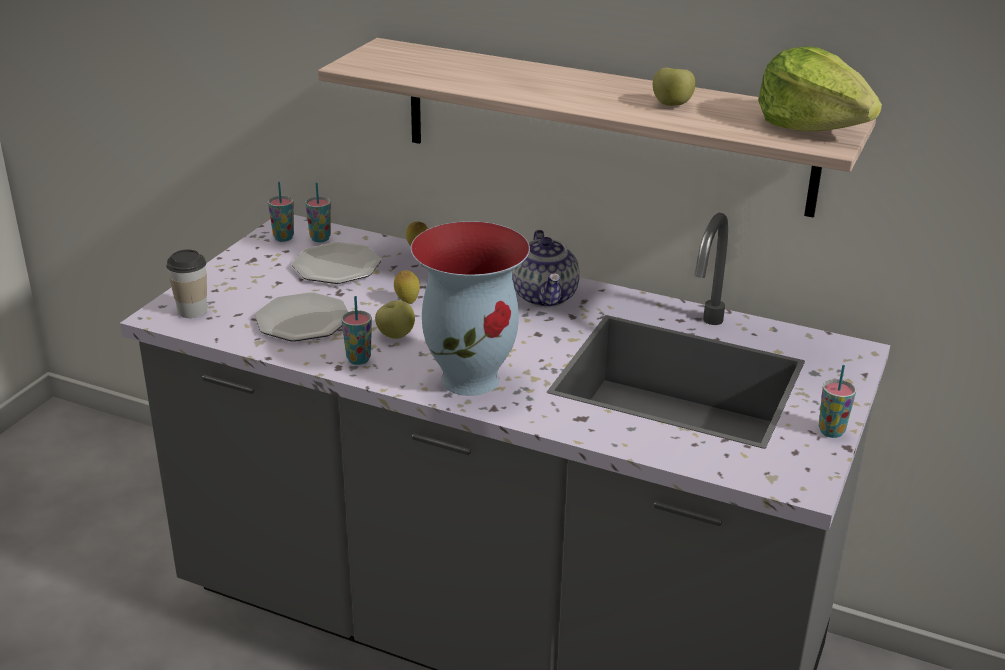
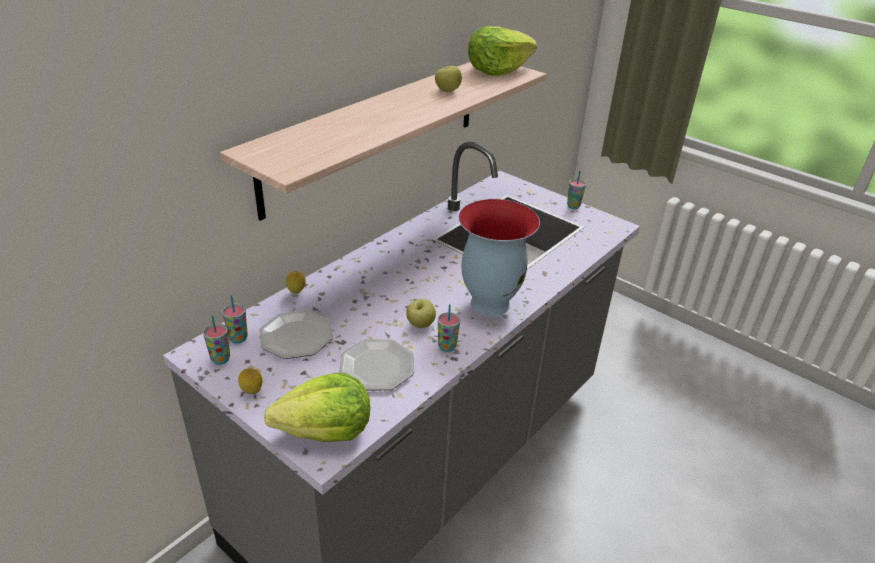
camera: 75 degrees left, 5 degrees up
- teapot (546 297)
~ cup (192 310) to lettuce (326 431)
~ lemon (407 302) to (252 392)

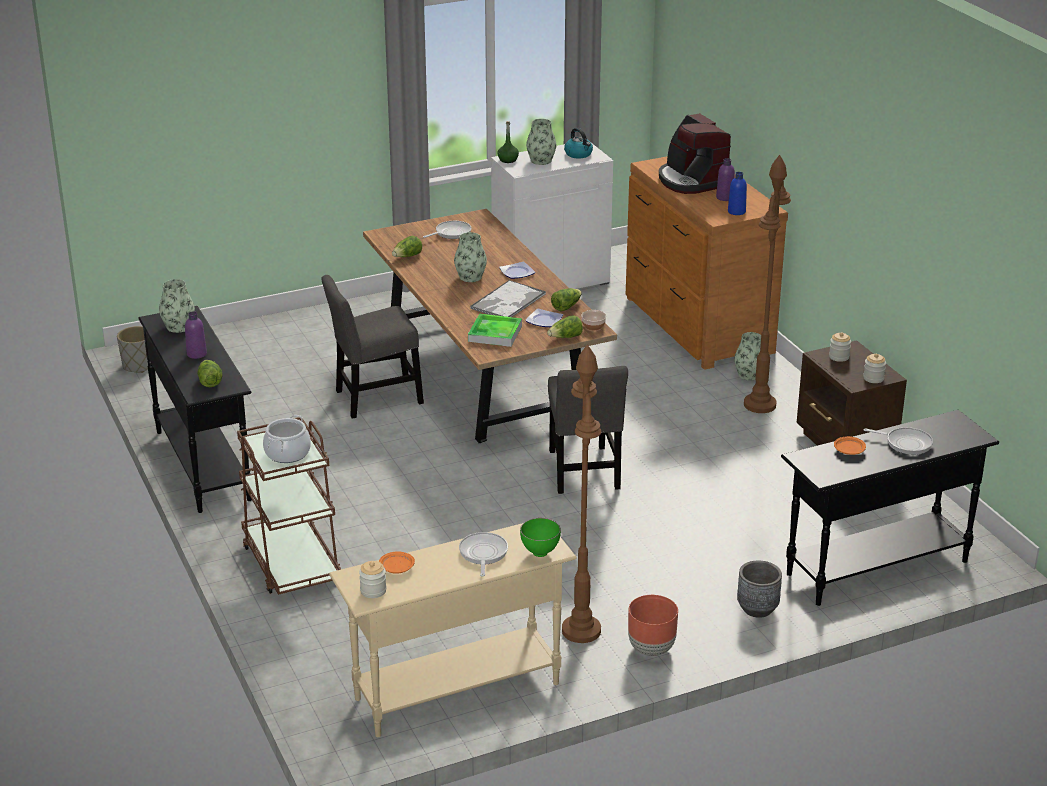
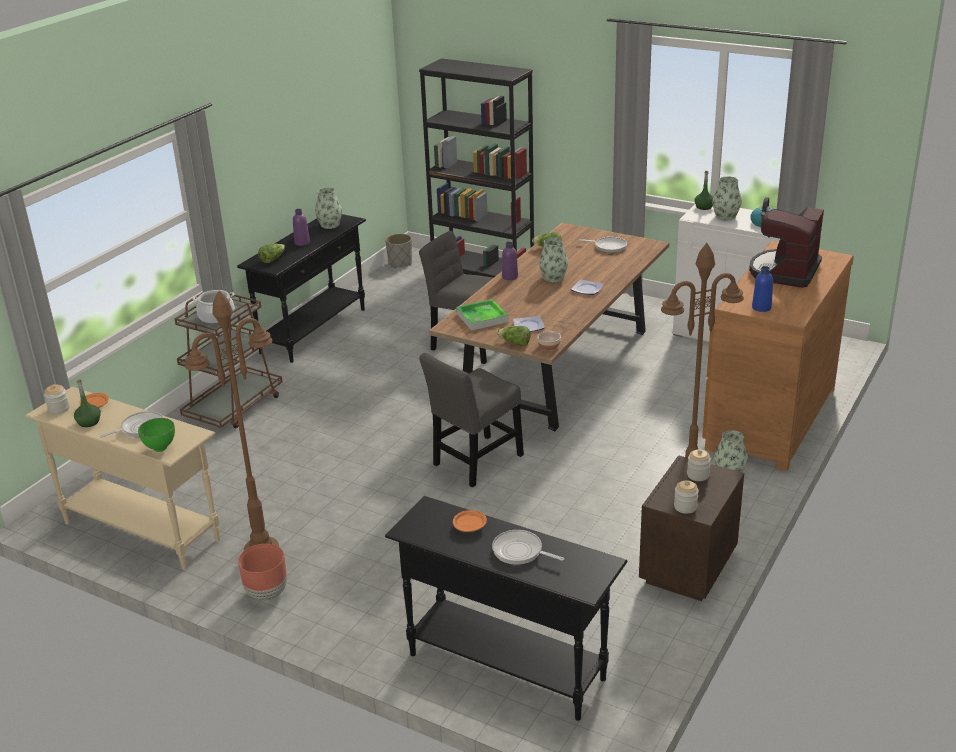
camera: 55 degrees right, 0 degrees up
~ bottle (purple) (725 197) to (510 277)
- tray (507 302)
- lettuce (566 306)
~ frying pan (906 443) = (520 552) 135 degrees clockwise
- planter (grey) (757 608)
+ bookcase (black) (483 273)
+ bottle (green) (89 422)

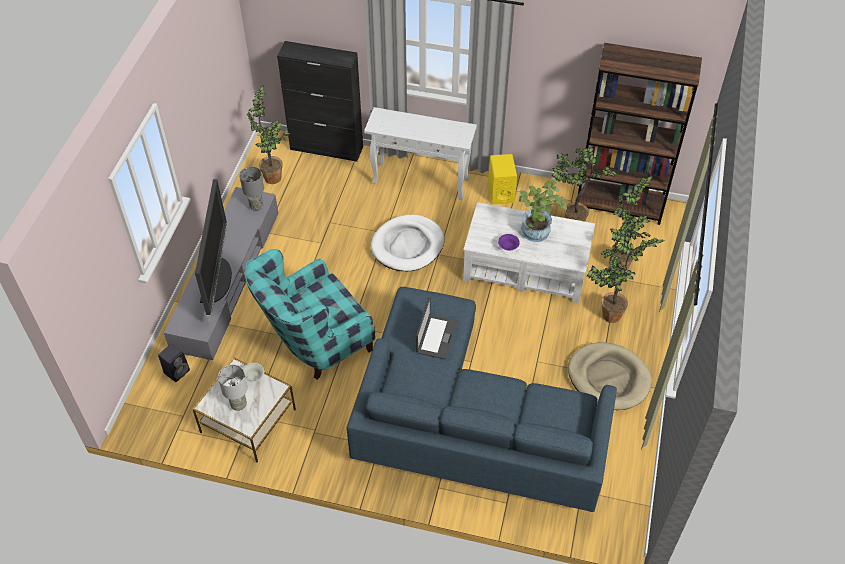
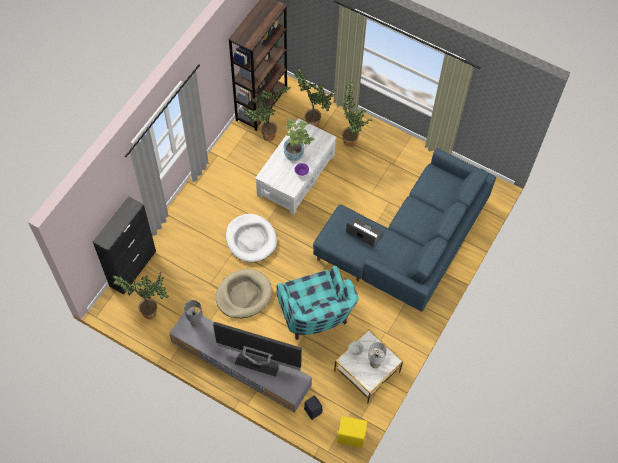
camera: 75 degrees left, 10 degrees up
- console table (white) (421 181)
~ speaker (yellow) (501 192) to (351 436)
~ dog bed (beige) (608 378) to (243 295)

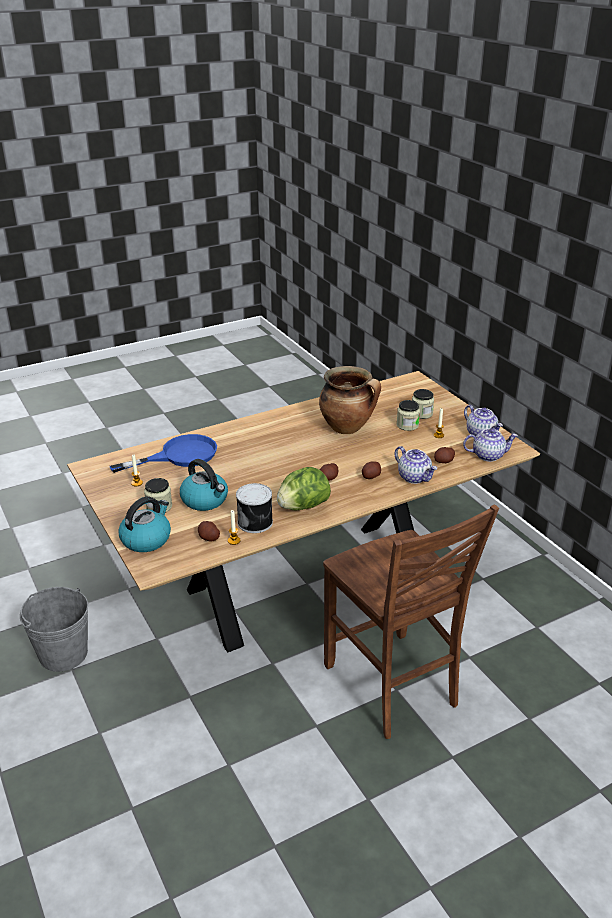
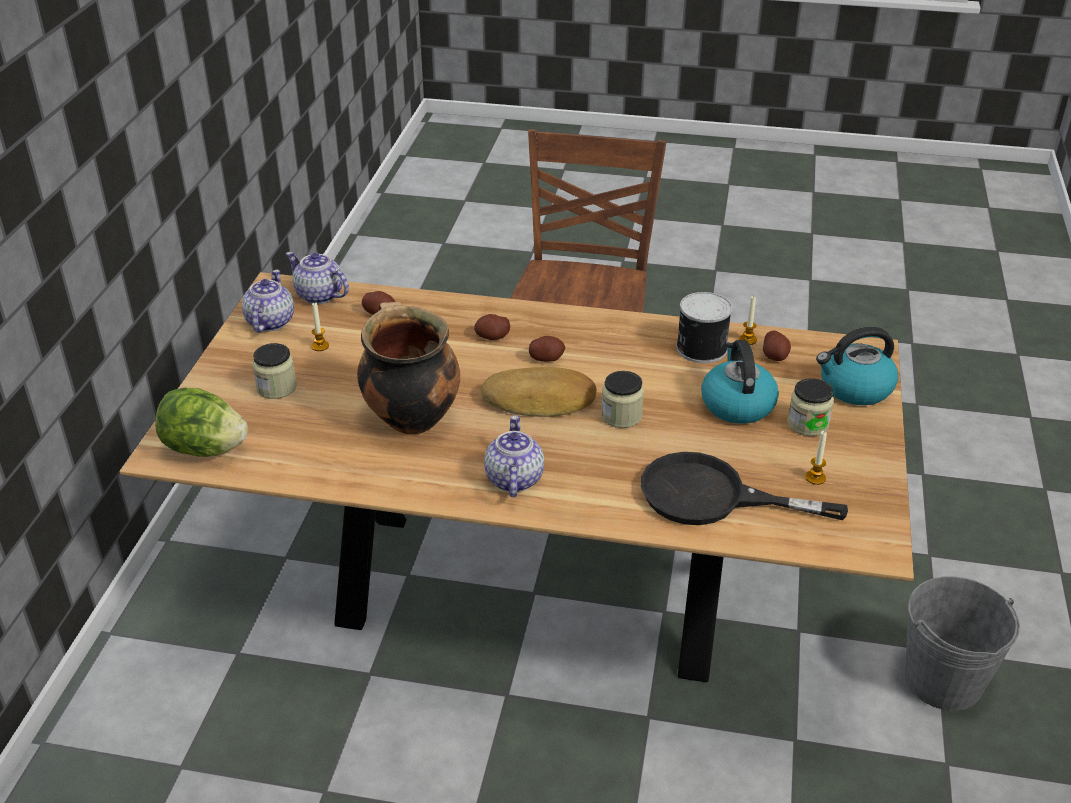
camera: 140 degrees left, 5 degrees up
~ jar (407 425) to (621 416)
~ frying pan (blue) (179 455) to frying pan (black) (712 497)
~ teapot (414 477) to (513 479)
~ lettuce (303 506) to (205 449)
+ bread (540 400)

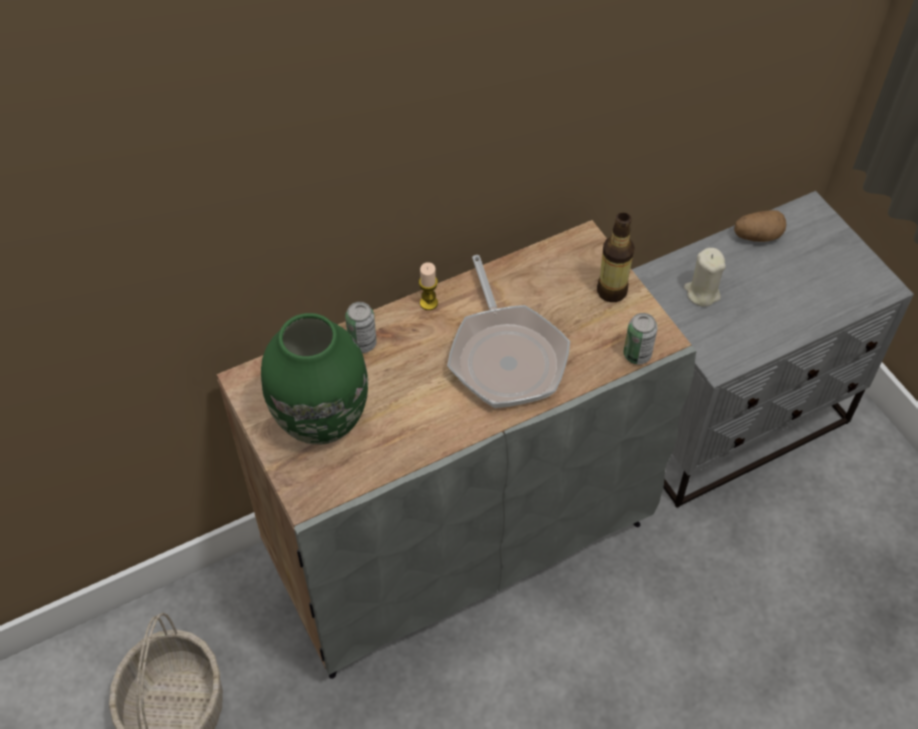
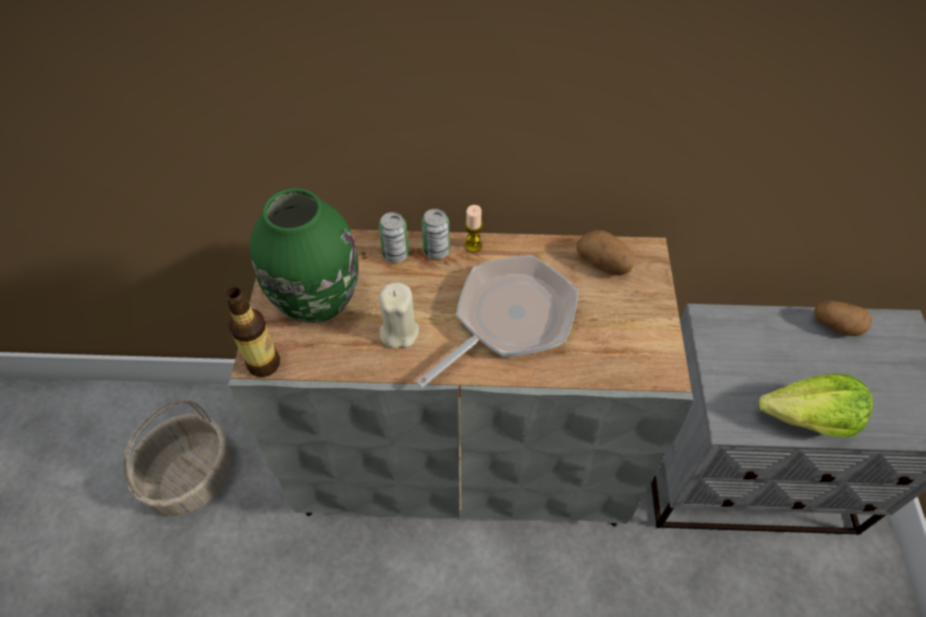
camera: 30 degrees right, 0 degrees up
~ bottle (611 291) to (264 363)
~ candle (beige) (702 293) to (399 332)
~ frying pan (506 355) = (508 320) 150 degrees counterclockwise
~ can (637 354) to (436 251)
+ potato (604 263)
+ lettuce (808 419)

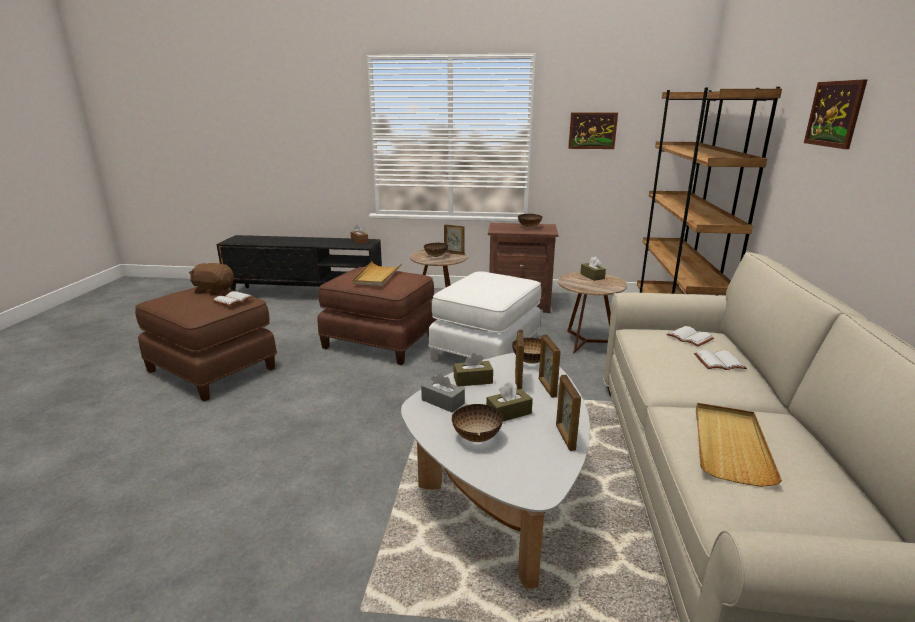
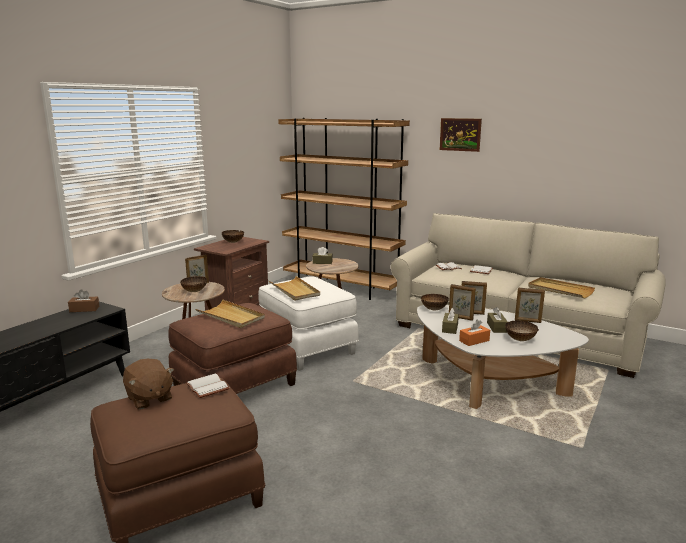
camera: 65 degrees left, 5 degrees down
- picture (592 130)
~ plush toy (brown) (214 290) = (149 399) 75 degrees counterclockwise
~ tissue box (grey) (443 402) to tissue box (orange) (474 341)
+ tray (beige) (294 290)

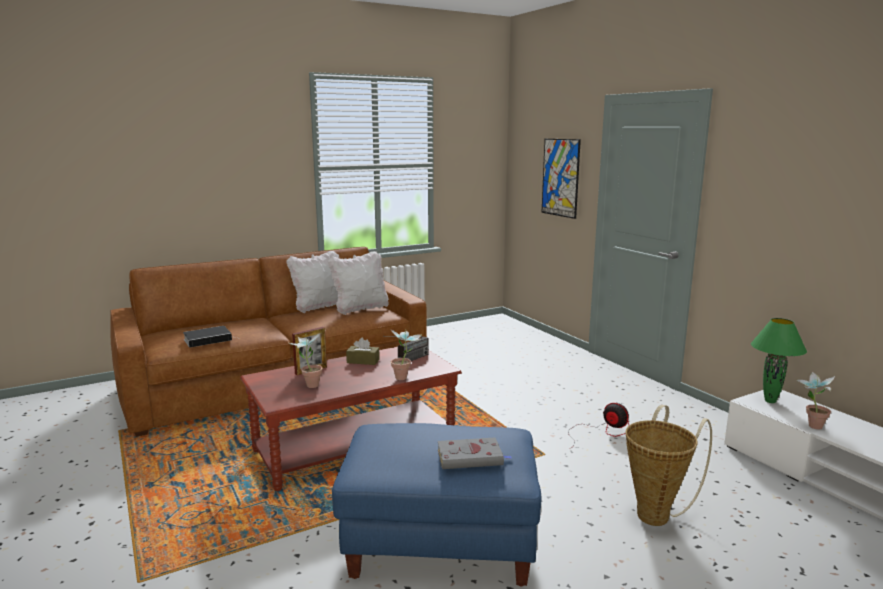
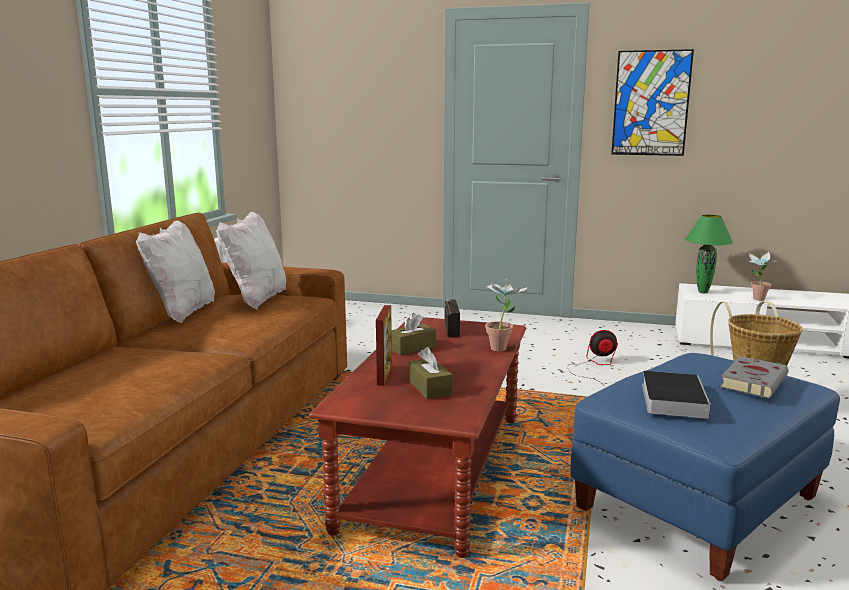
camera: 45 degrees left, 0 degrees up
~ picture (560 177) to (651 103)
~ book (209 339) to (672 398)
~ potted plant (309 384) to tissue box (brown) (430 388)

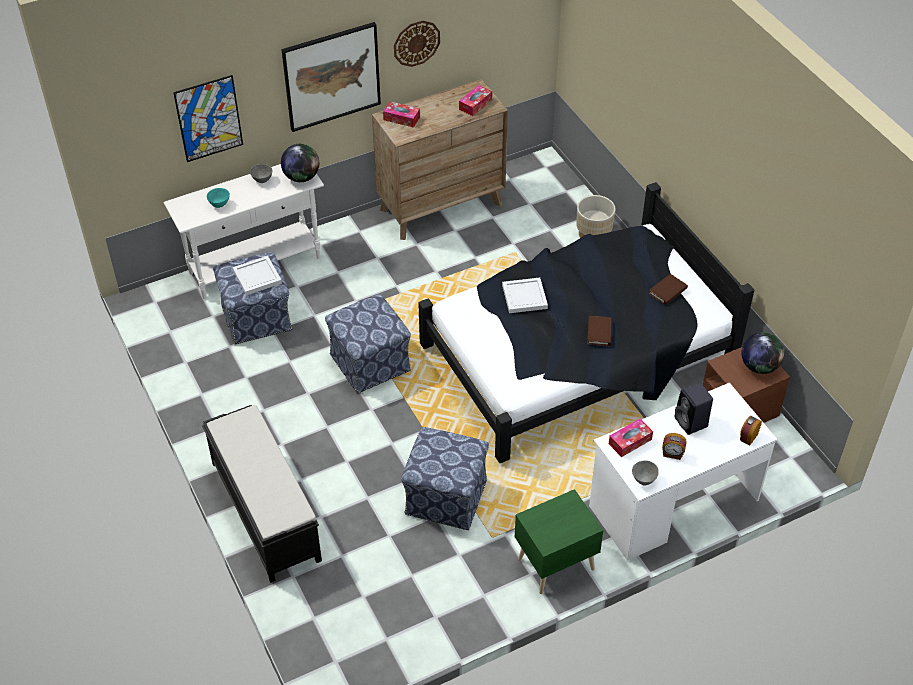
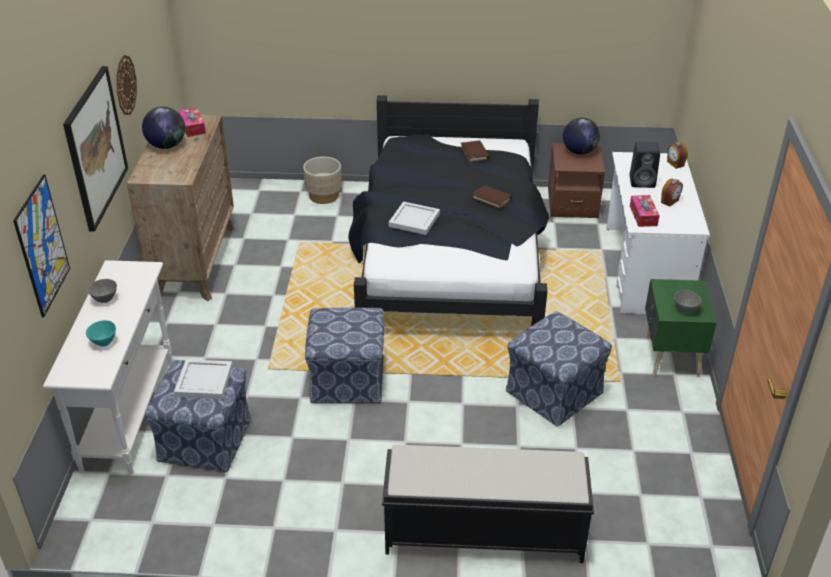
camera: 60 degrees left, 10 degrees down
- tissue box (401 118)
~ globe (301 177) to (166 146)
~ bowl (grey) (643 479) to (685 310)

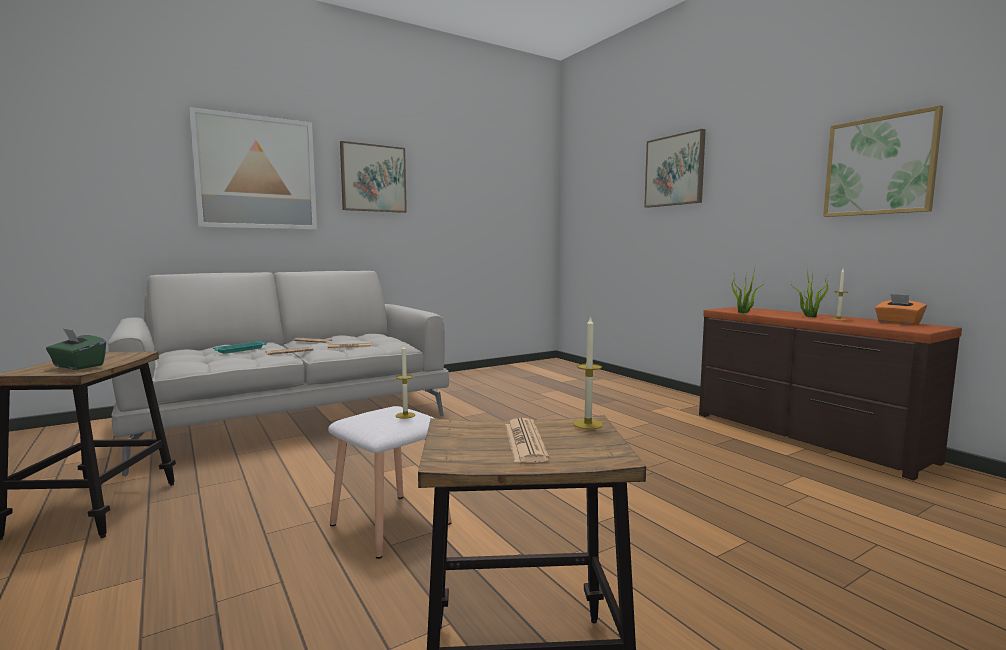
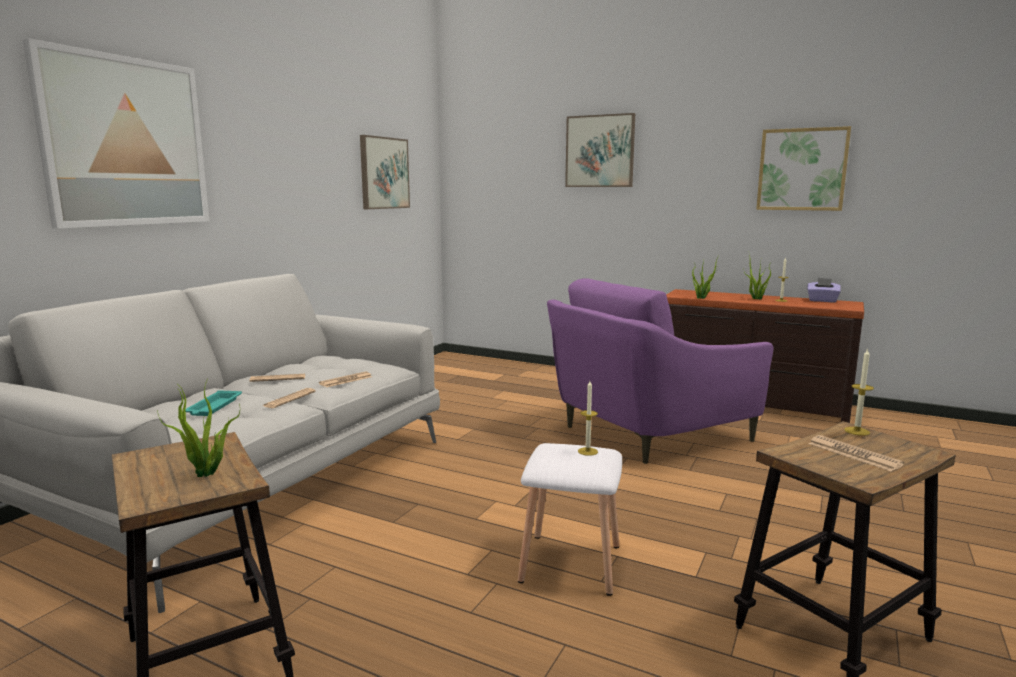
camera: 30 degrees left, 5 degrees up
~ picture (373 178) to (384 173)
~ tissue box (orange) (898 323) to tissue box (purple) (822 300)
~ tissue box (green) (78 366) to potted plant (207 474)
+ armchair (purple) (646 432)

